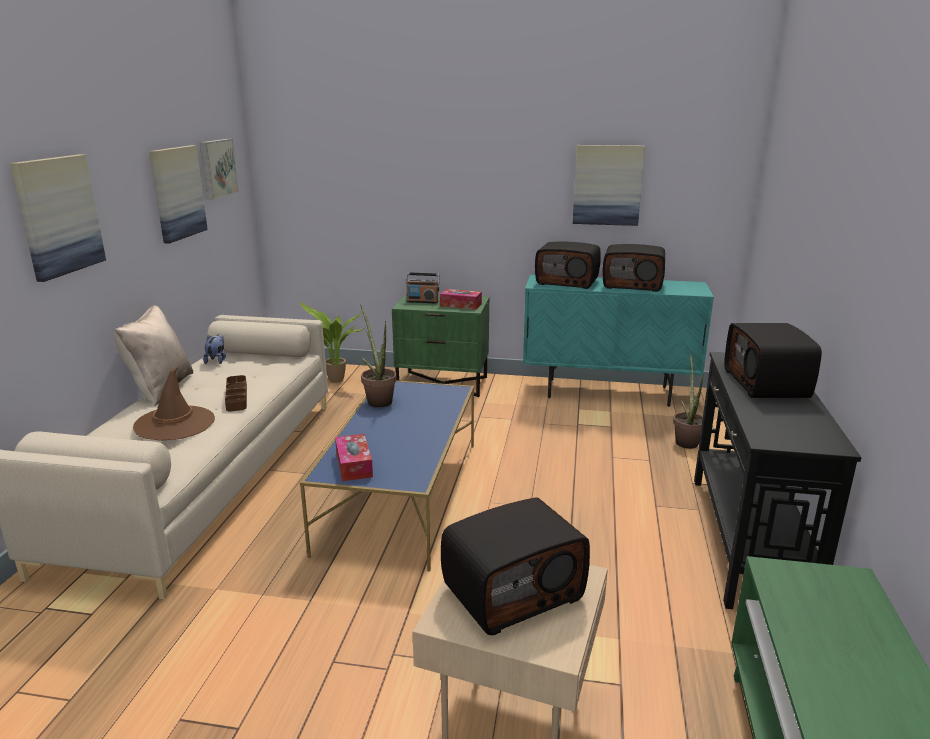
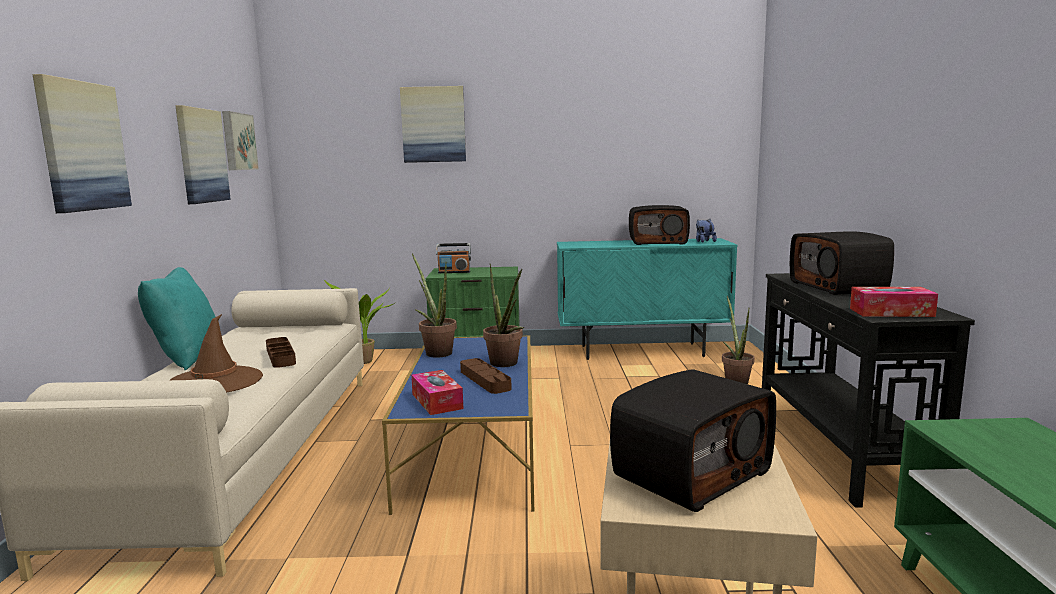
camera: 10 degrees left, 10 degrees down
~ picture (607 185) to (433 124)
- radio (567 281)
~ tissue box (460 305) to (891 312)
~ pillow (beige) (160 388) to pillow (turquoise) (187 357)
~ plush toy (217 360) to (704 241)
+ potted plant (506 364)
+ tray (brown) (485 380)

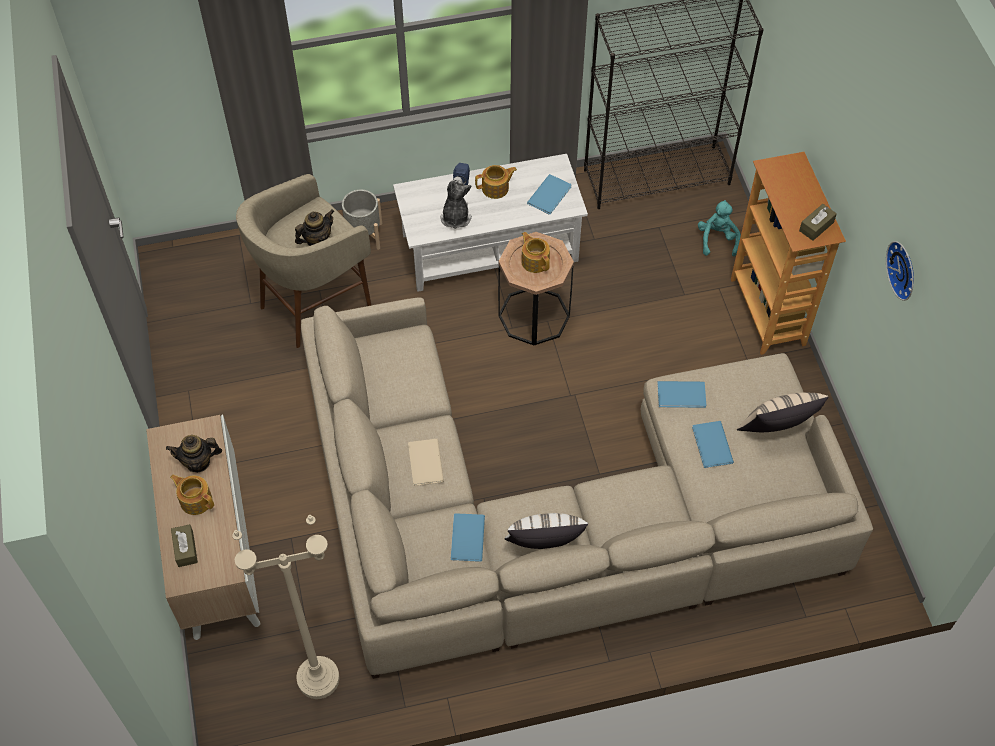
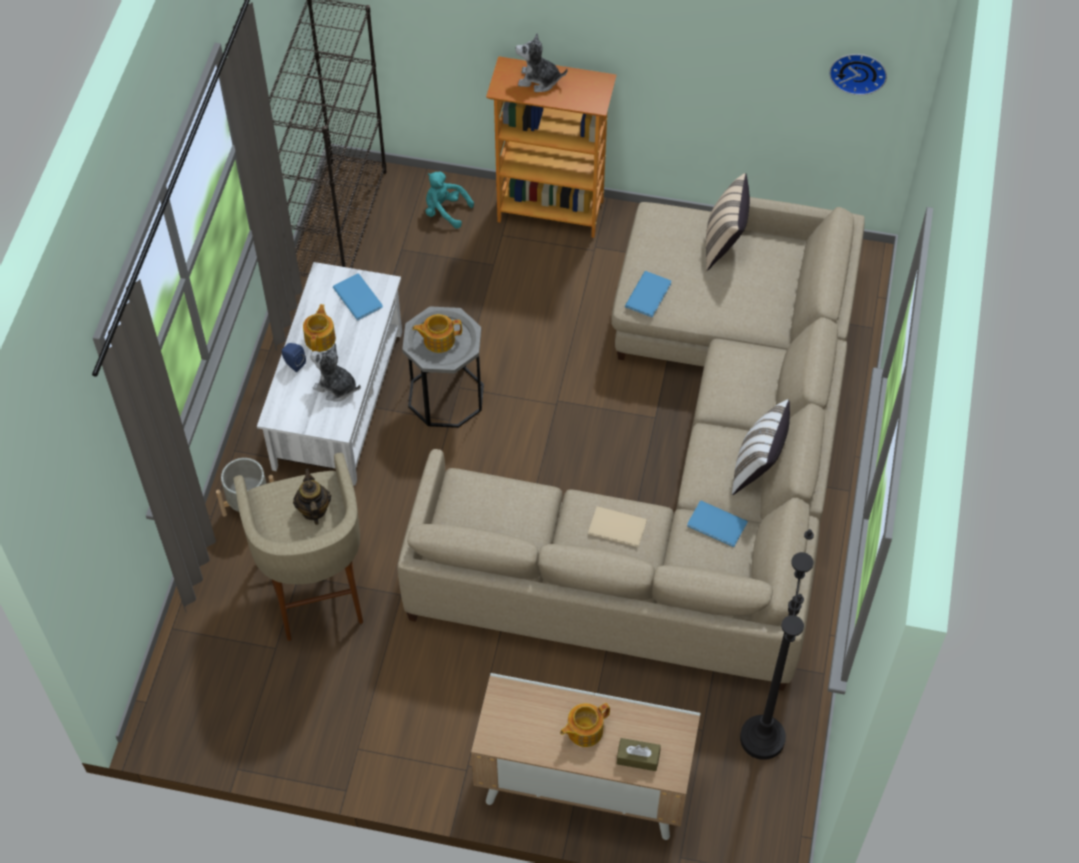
camera: 65 degrees left, 0 degrees up
- tissue box (brown) (816 226)
~ side table (brown) (534 316) to side table (grey) (446 396)
~ wall clock (904 269) to (858 71)
- book (blue) (711 446)
- teapot (198 462)
~ floor lamp (beige) (318 679) to floor lamp (black) (762 739)
+ plush toy (539 80)

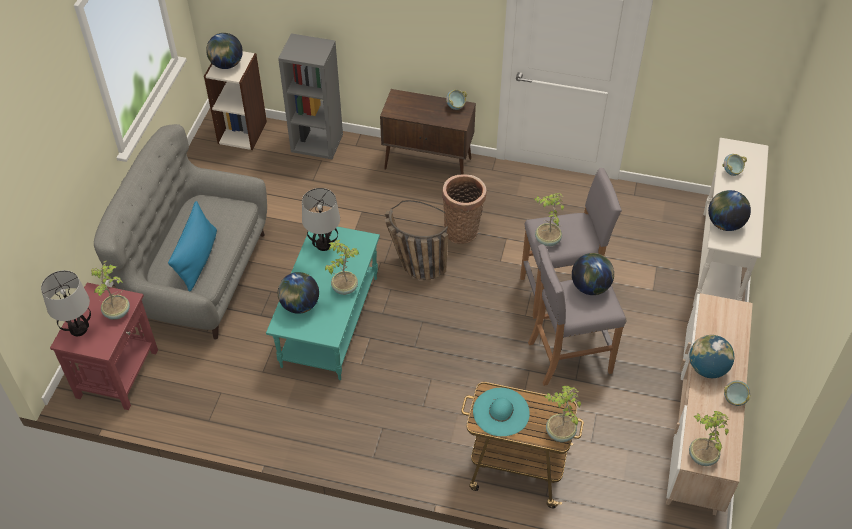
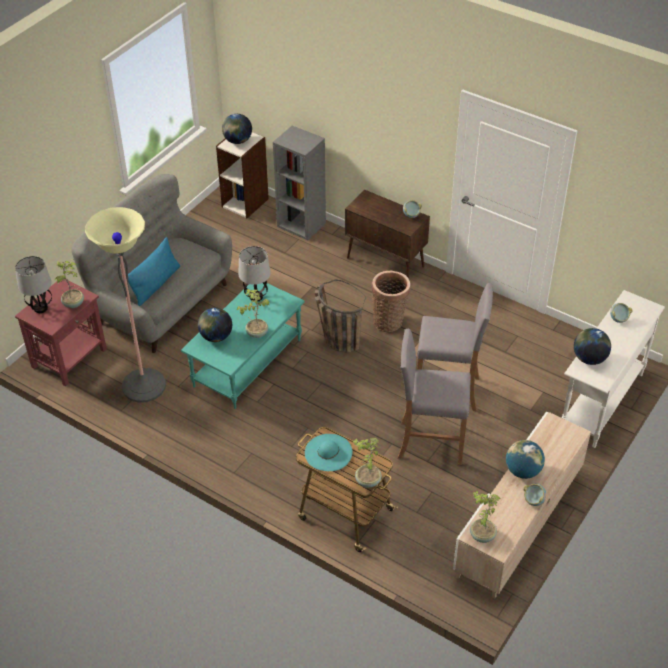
camera: 20 degrees right, 5 degrees down
- potted plant (547 240)
- globe (590 287)
+ floor lamp (144 386)

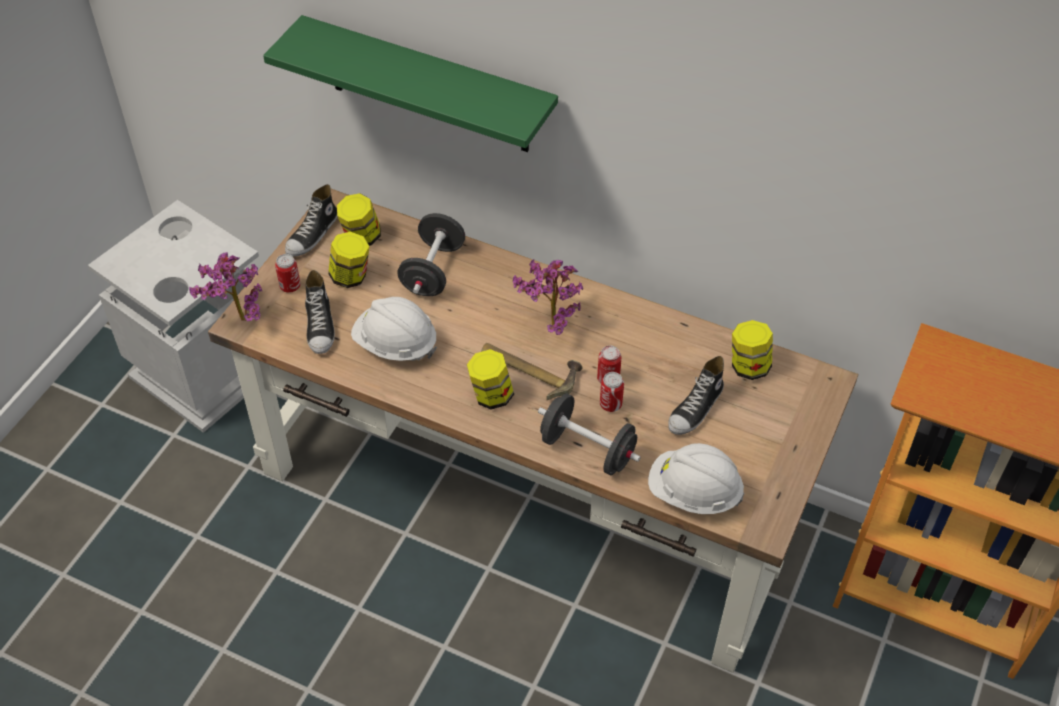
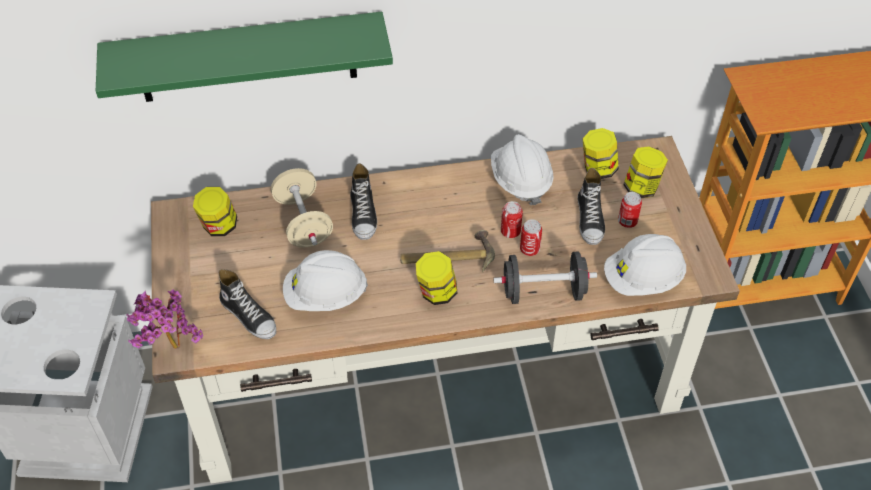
camera: 35 degrees left, 0 degrees up
~ shoe (313 235) to (364 214)
~ dumbbell (black) (433 271) to dumbbell (beige) (303 222)
~ jar (351 276) to (641 187)
~ can (290 286) to (627 222)
- potted plant (549 325)
+ hard hat (white) (520 181)

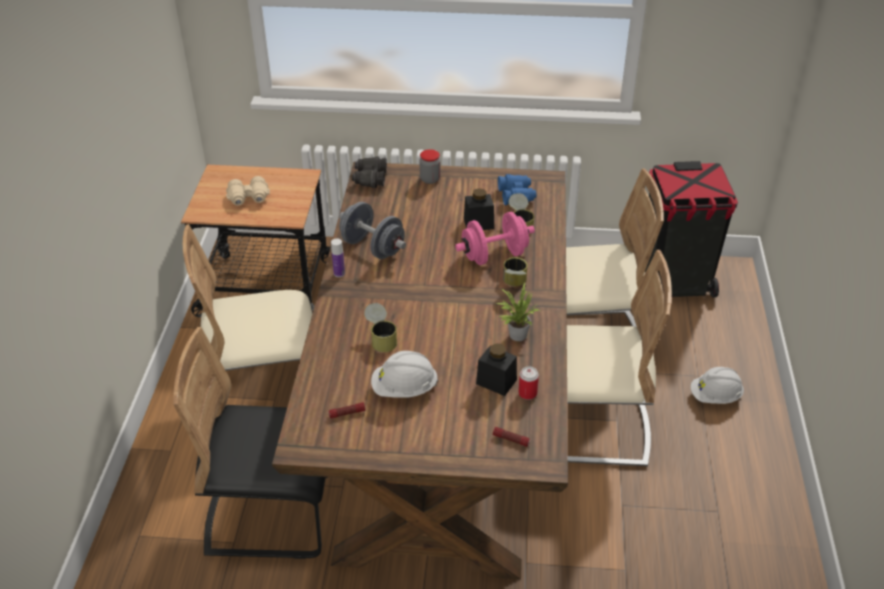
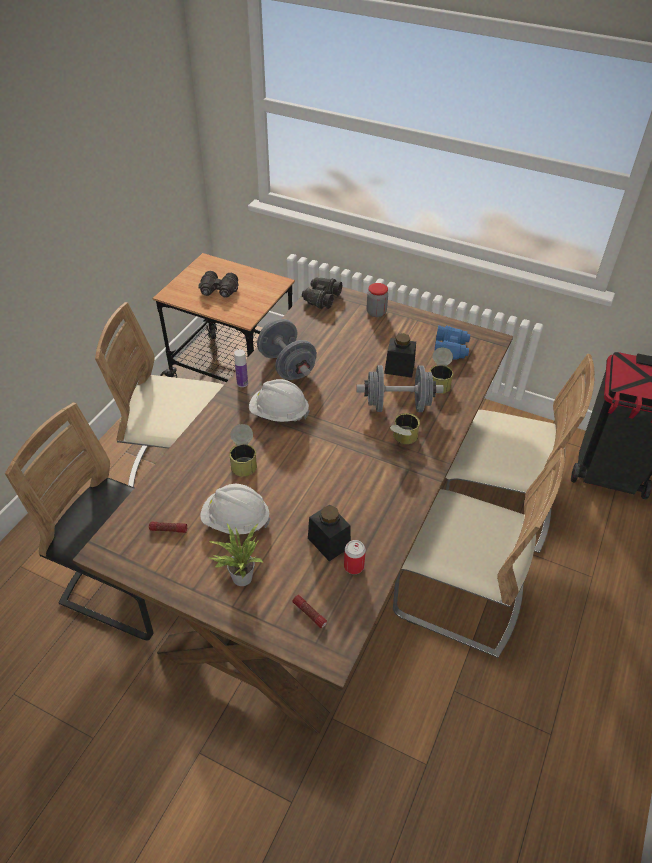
camera: 20 degrees right, 5 degrees up
~ binoculars (beige) (249 198) to binoculars (black) (219 291)
~ dumbbell (pink) (494 255) to dumbbell (grey) (397 405)
~ potted plant (515 335) to (240 576)
~ hard hat (white) (715 396) to (279 414)

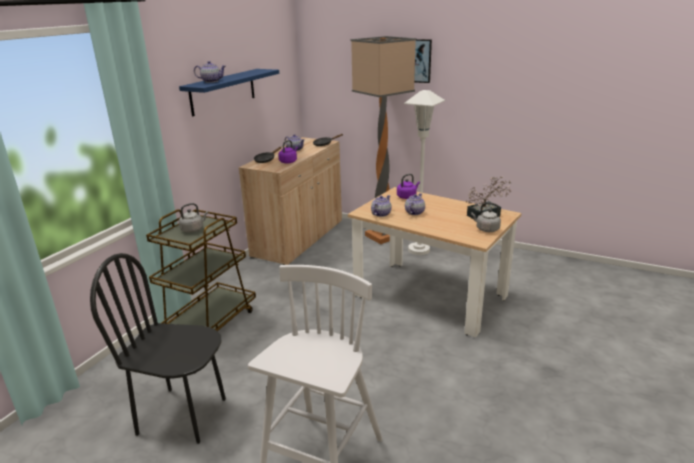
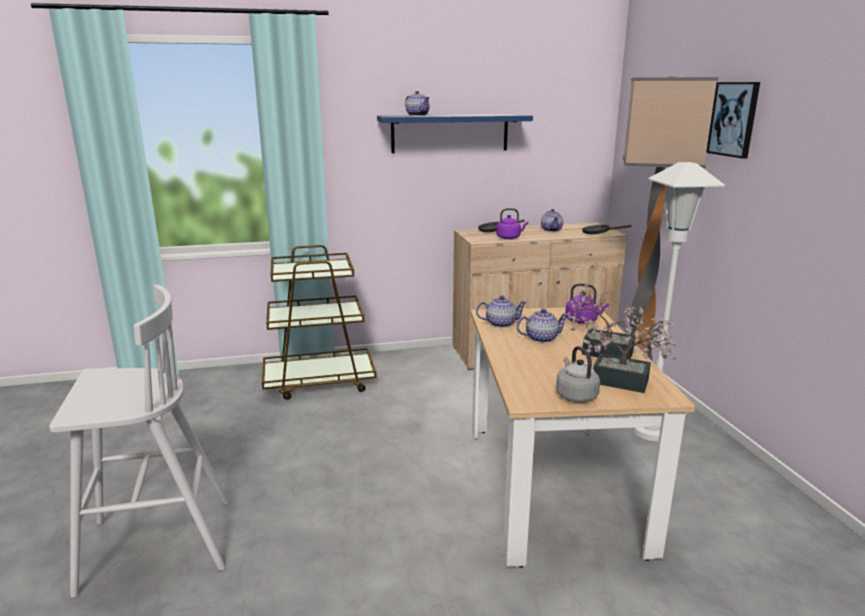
camera: 50 degrees right, 5 degrees down
- kettle (grey) (193 229)
- chair (black) (182 415)
+ potted plant (601 351)

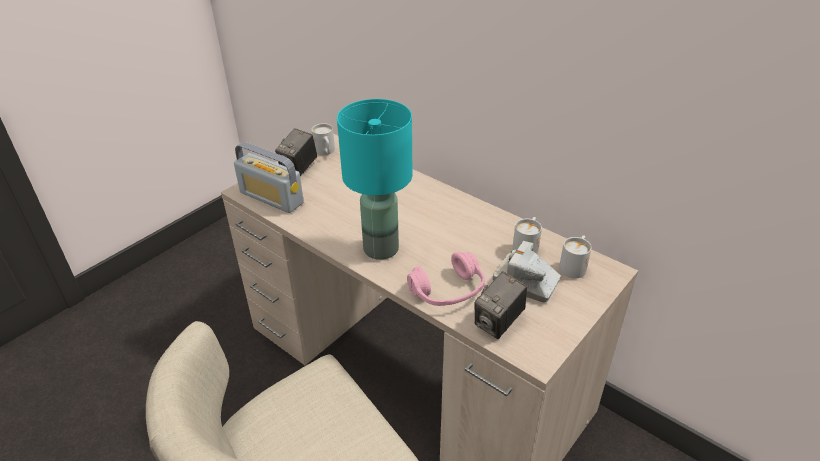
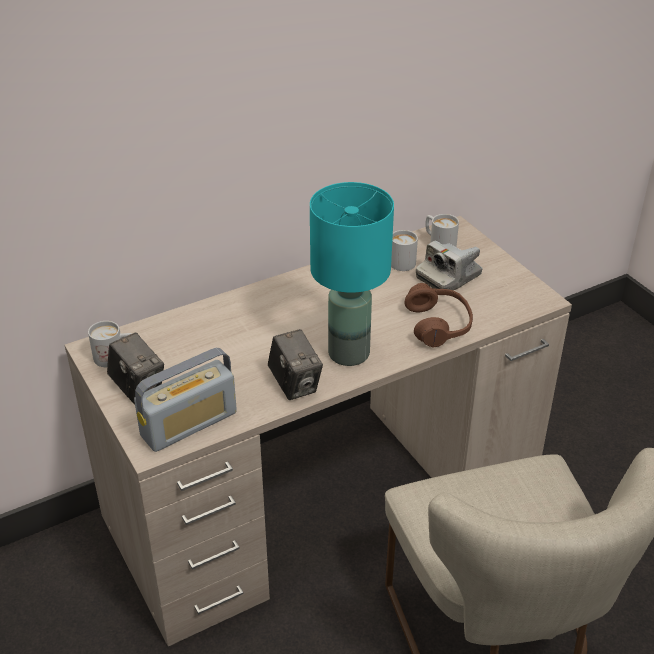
camera: 70 degrees left, 0 degrees up
~ headphones (pink) (448 291) to headphones (brown) (438 325)
~ photo camera (498 323) to (295 384)

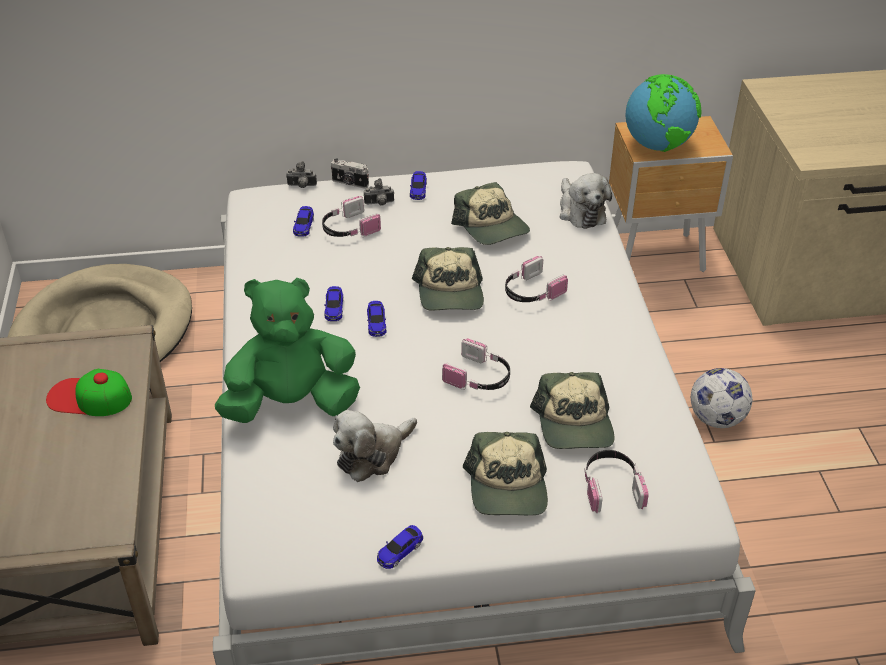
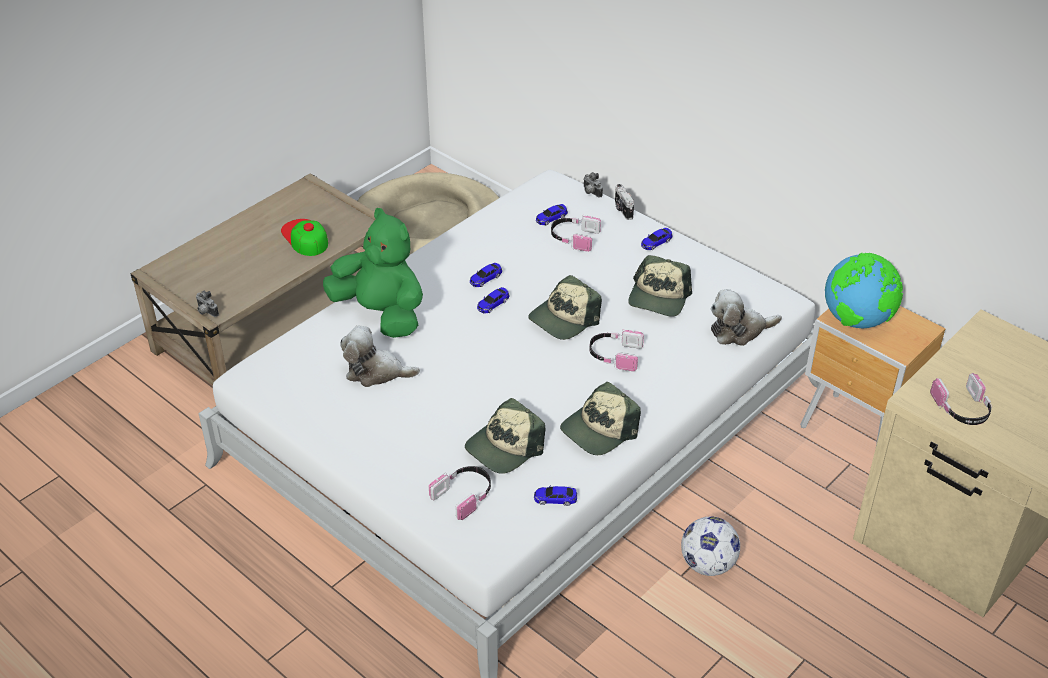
camera: 50 degrees right, 0 degrees up
~ plush toy (580 211) = (739 330) 45 degrees clockwise
~ photo camera (379 204) to (206 312)
~ headphones (479 377) to (962 409)
~ cap (507 487) to (599 430)
~ toy car (399 551) to (555 499)

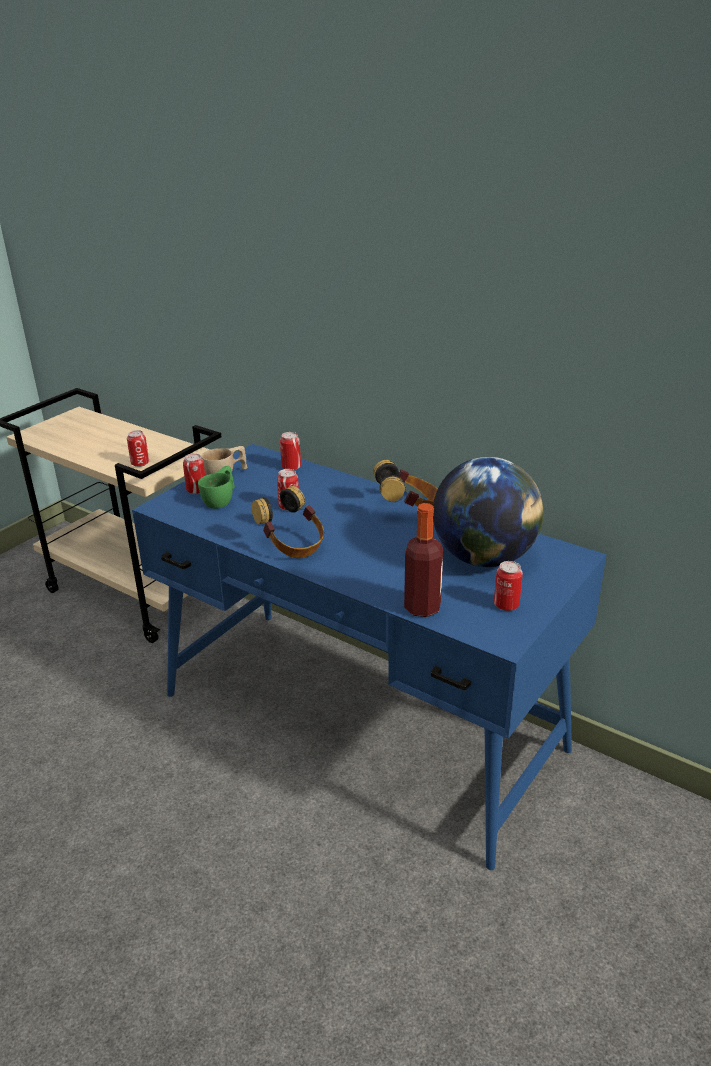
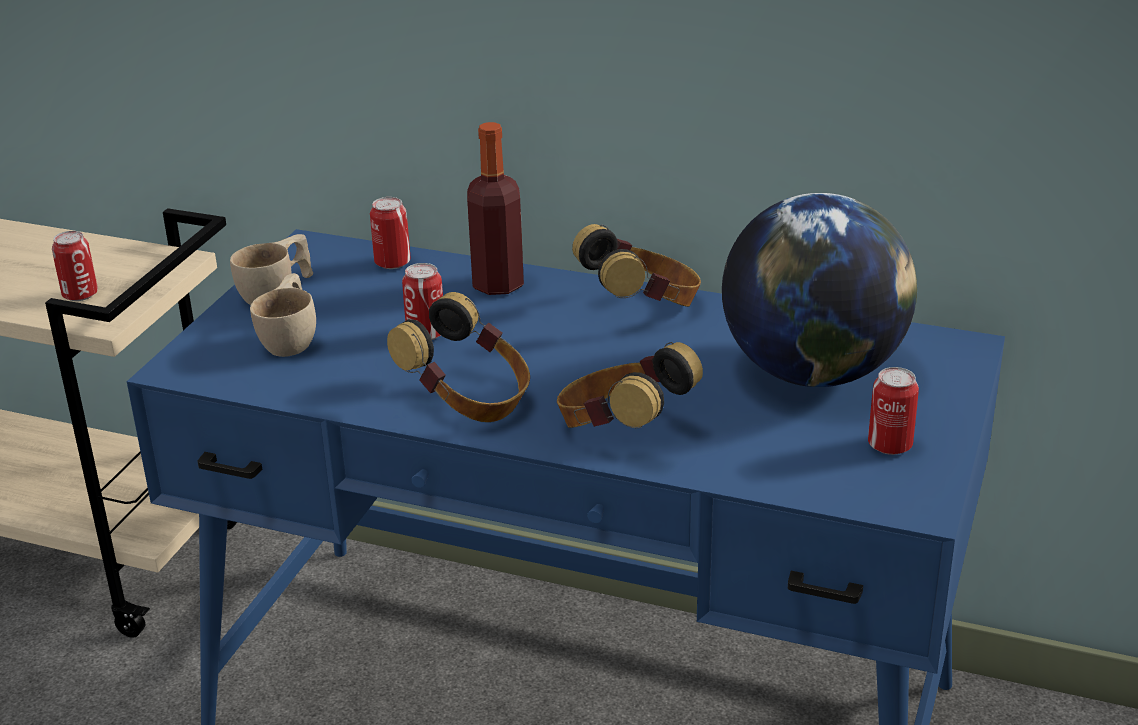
camera: 15 degrees left, 0 degrees up
- can (196 490)
~ cup (green) (221 500) to cup (beige) (292 339)
~ bottle (422 607) to (498 284)
+ headphones (621 431)

